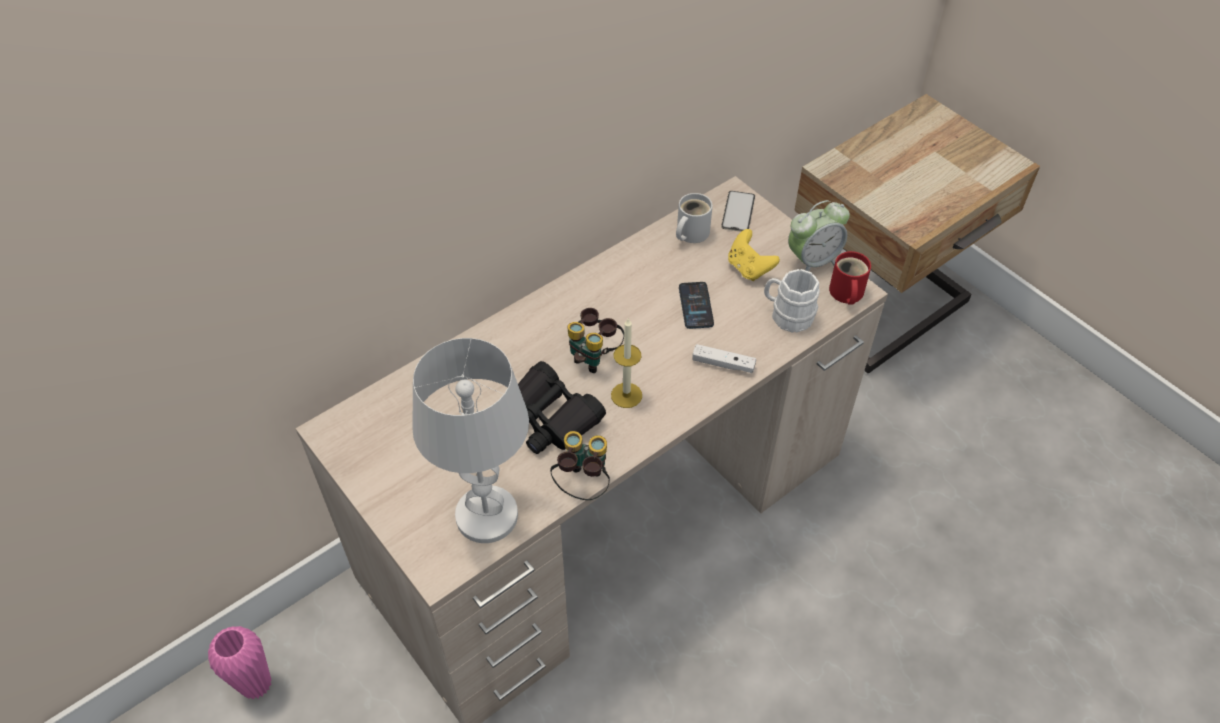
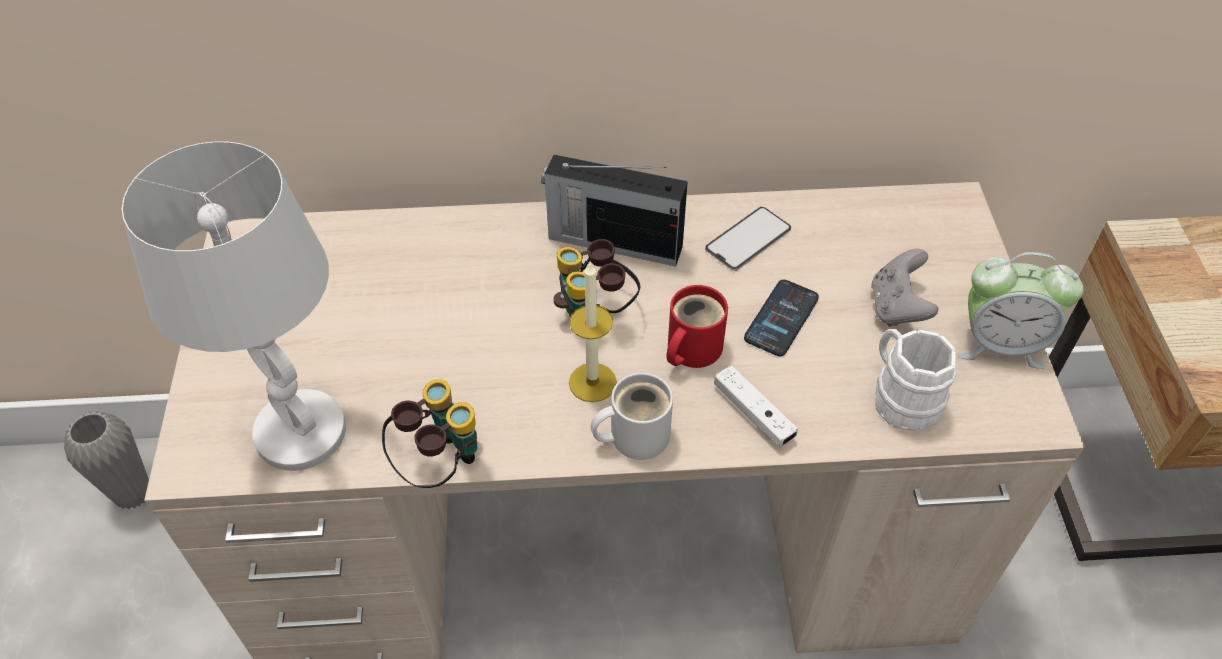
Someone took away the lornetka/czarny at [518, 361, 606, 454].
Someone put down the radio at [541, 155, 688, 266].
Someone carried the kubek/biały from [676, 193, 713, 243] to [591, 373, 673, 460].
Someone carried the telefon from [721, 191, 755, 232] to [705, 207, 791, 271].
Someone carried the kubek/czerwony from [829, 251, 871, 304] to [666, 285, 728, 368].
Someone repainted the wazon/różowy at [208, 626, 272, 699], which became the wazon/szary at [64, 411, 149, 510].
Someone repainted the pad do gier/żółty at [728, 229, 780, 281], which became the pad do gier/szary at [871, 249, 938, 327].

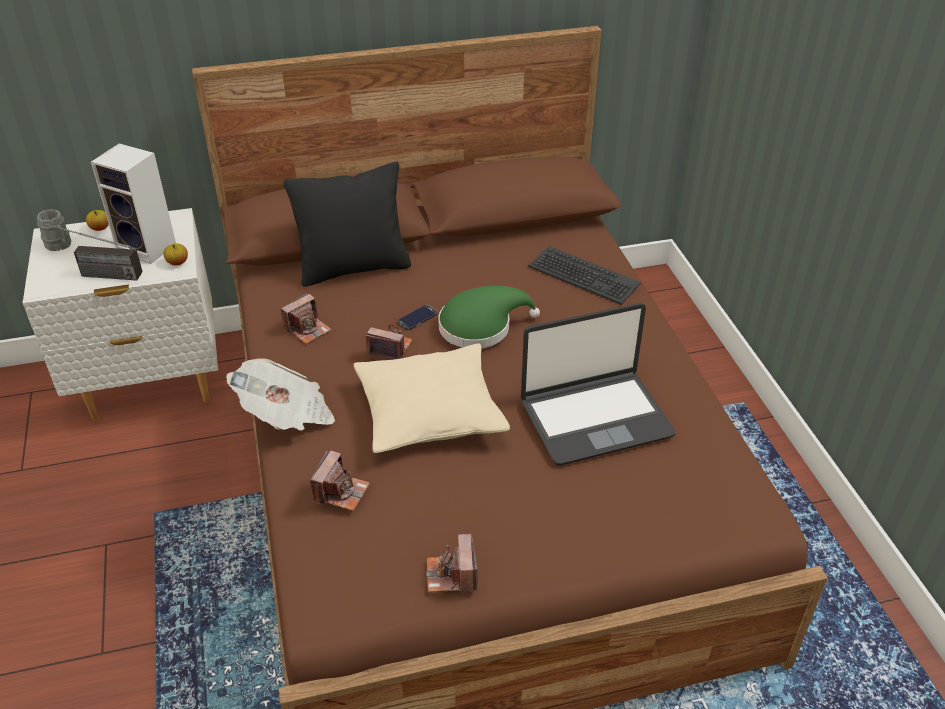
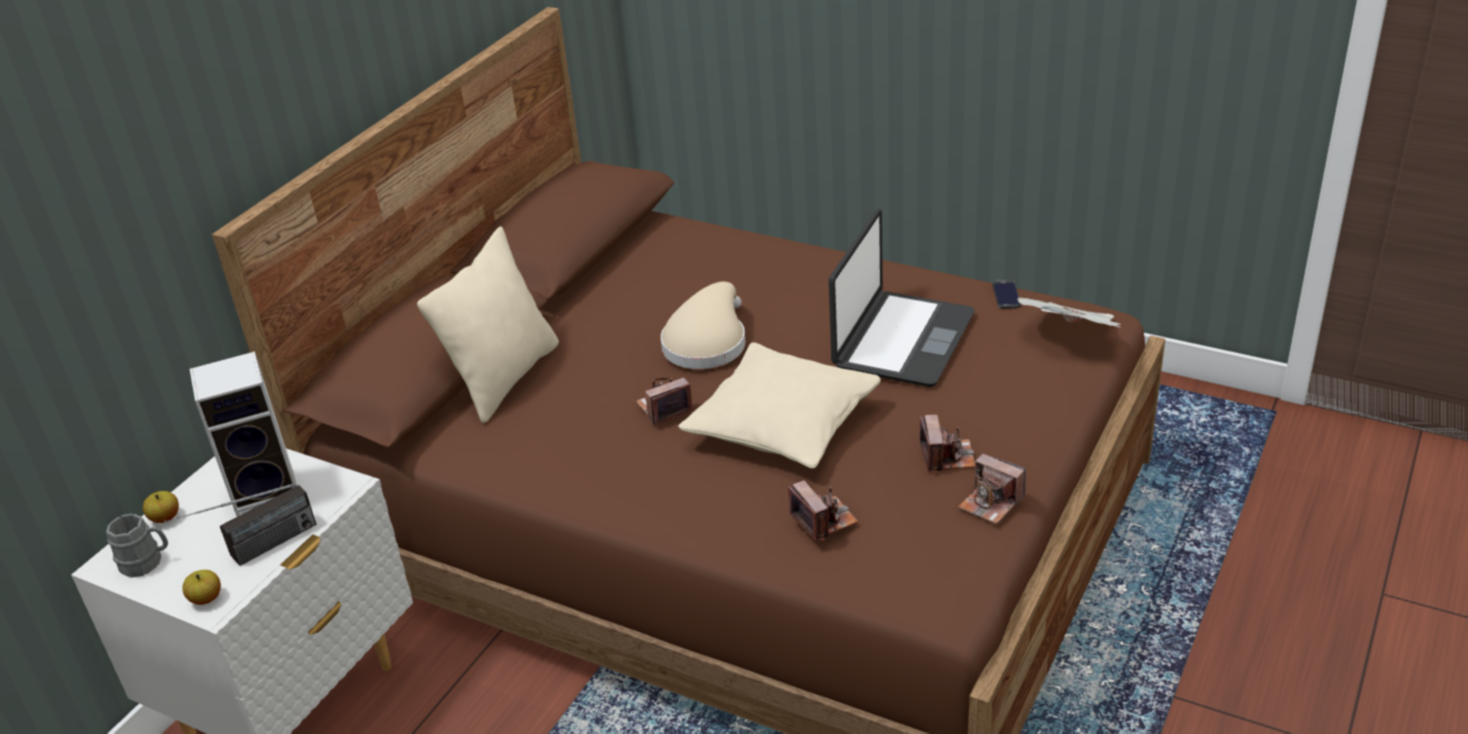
Someone took away the klawiatura at [528, 246, 641, 305].
Someone carried the jabłko from [164, 243, 188, 265] to [182, 570, 221, 605].
Someone carried the gazeta from [226, 358, 335, 430] to [1017, 298, 1121, 328].
Someone carried the aparat fotograficzny from [280, 293, 332, 344] to [919, 414, 975, 473].
Someone carried the telefon from [397, 305, 438, 330] to [992, 280, 1021, 309].
Someone repainted the poduszka/czarny at [284, 161, 411, 287], which became the poduszka/beżowy at [417, 226, 559, 423].
Someone repainted the kapelusz/zielony at [438, 286, 540, 348], which became the kapelusz/beżowy at [661, 282, 746, 369].

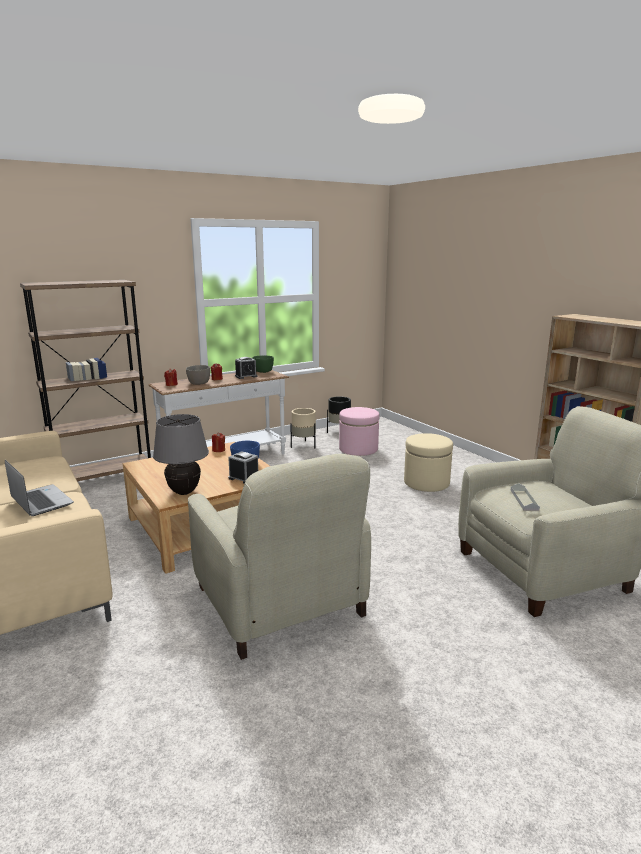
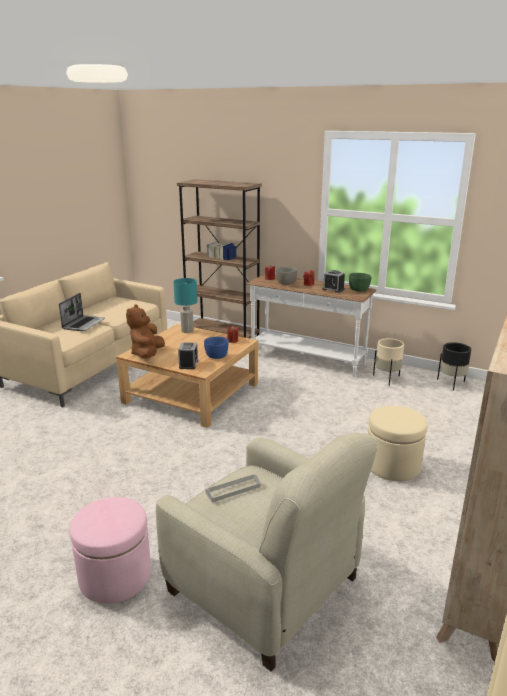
Someone took away the fotel/beżowy at [188, 454, 371, 660].
Someone put down the lampa stołowa/turkusowy at [173, 278, 198, 333].
Someone carried the pufa/różowy from [339, 407, 380, 456] to [69, 497, 151, 604].
Someone swapped the lampa stołowa/szary at [153, 414, 209, 495] for the pluszak/brązowy at [126, 304, 165, 359].

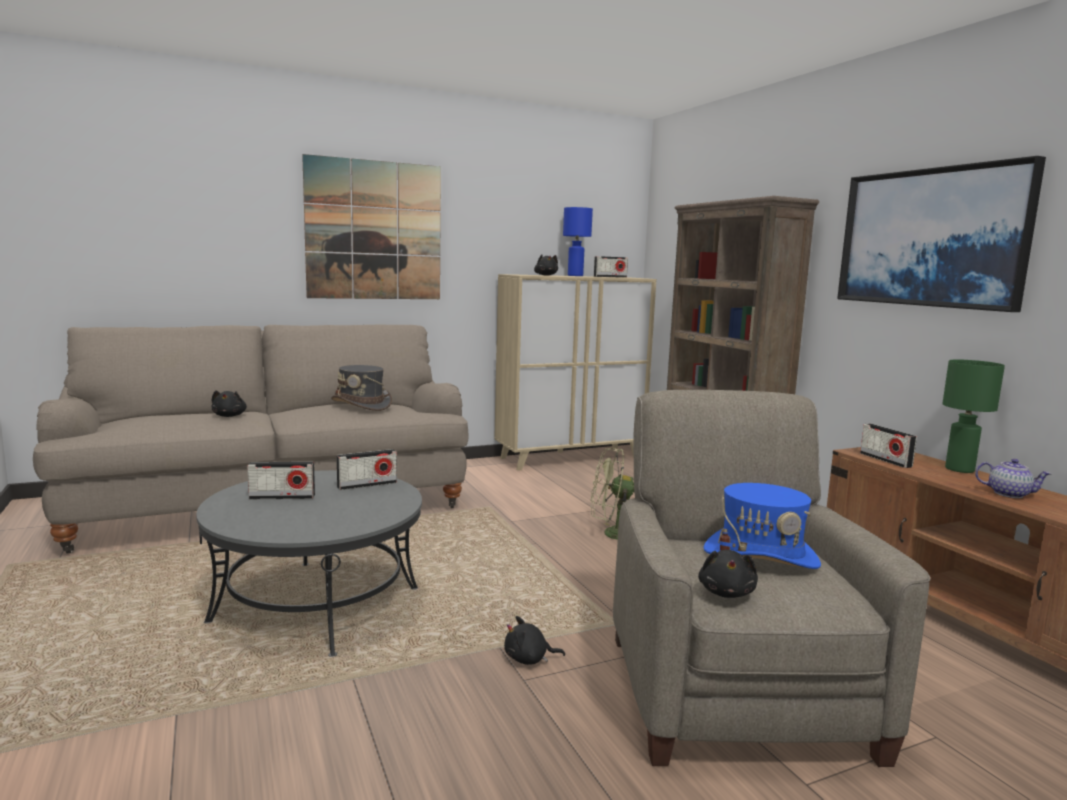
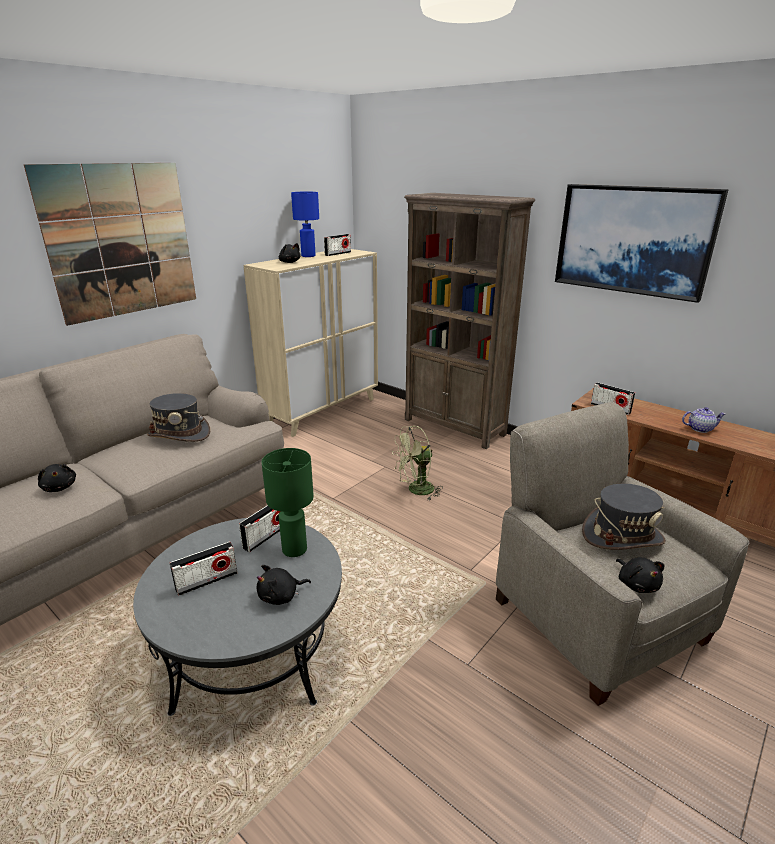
Someone carried the pluszak/czarny from [504, 616, 565, 665] to [257, 565, 311, 605].
Someone carried the lampa stołowa/zielony from [942, 360, 1005, 473] to [261, 448, 314, 557].
Someone repainted the kapelusz/niebieski at [703, 483, 821, 569], which became the kapelusz/szary at [582, 484, 666, 550].

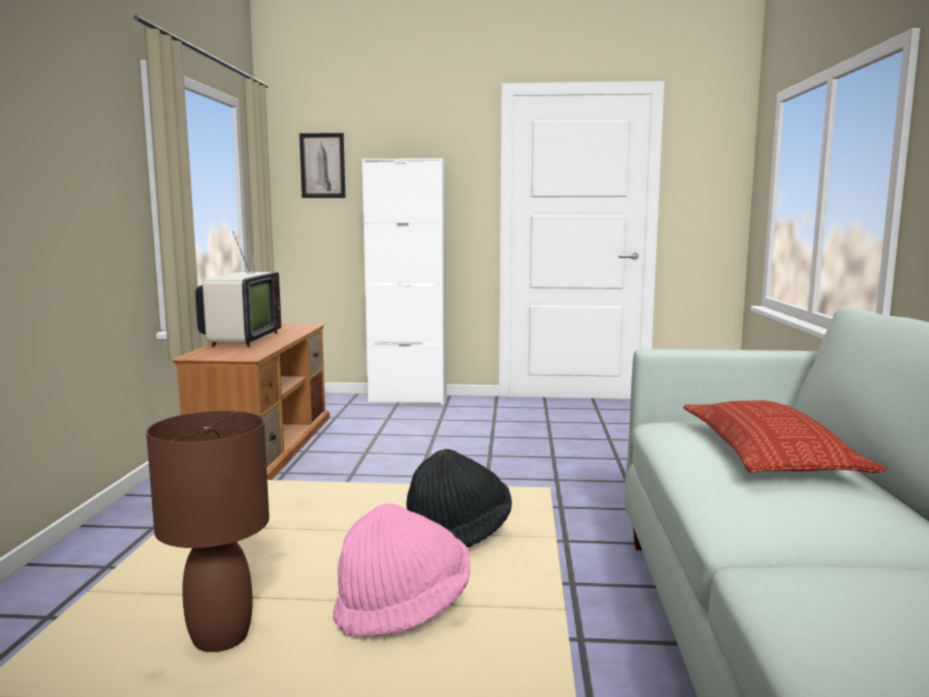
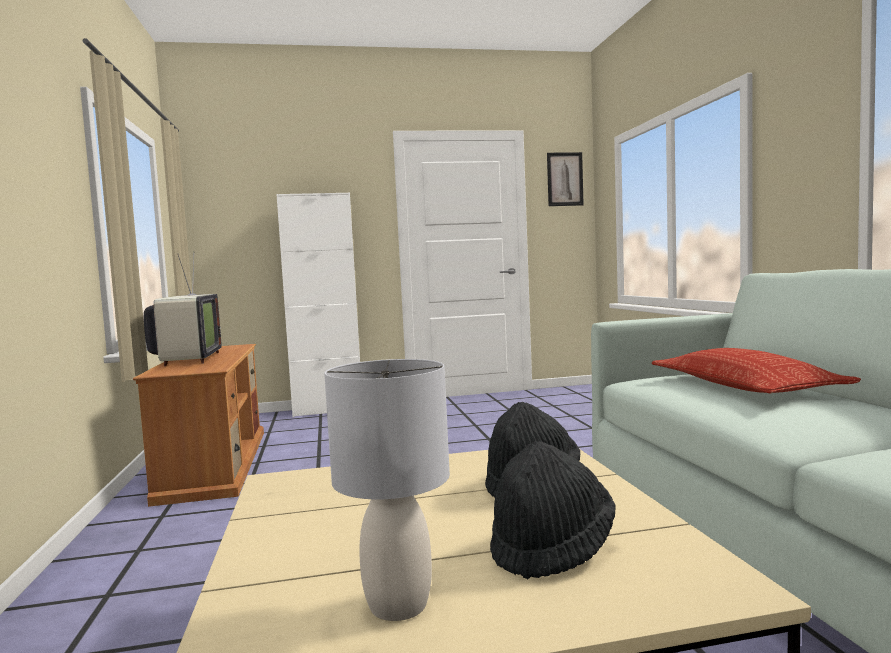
Someone carried the obraz from [299, 133, 345, 198] to [547, 152, 584, 206].
Someone repainted the lampa stołowa/brązowy at [146, 411, 269, 652], which became the lampa stołowa/szary at [324, 359, 450, 621].
Someone repainted the kapelusz/różowy at [333, 503, 470, 637], which became the kapelusz/czarny at [490, 441, 616, 579].

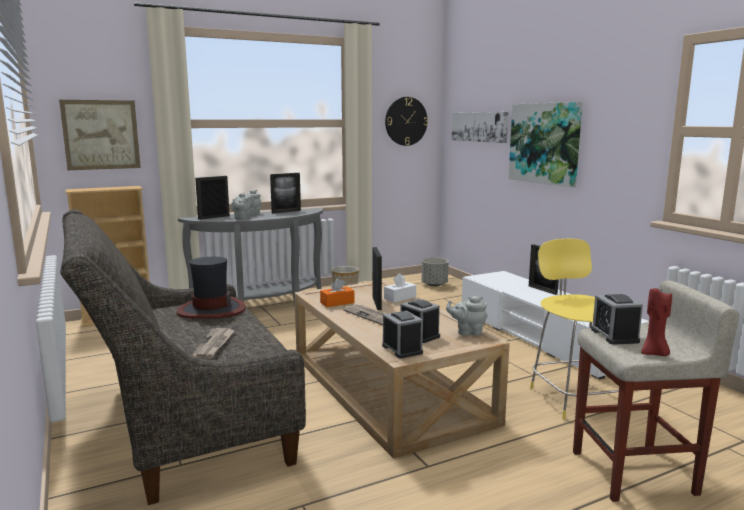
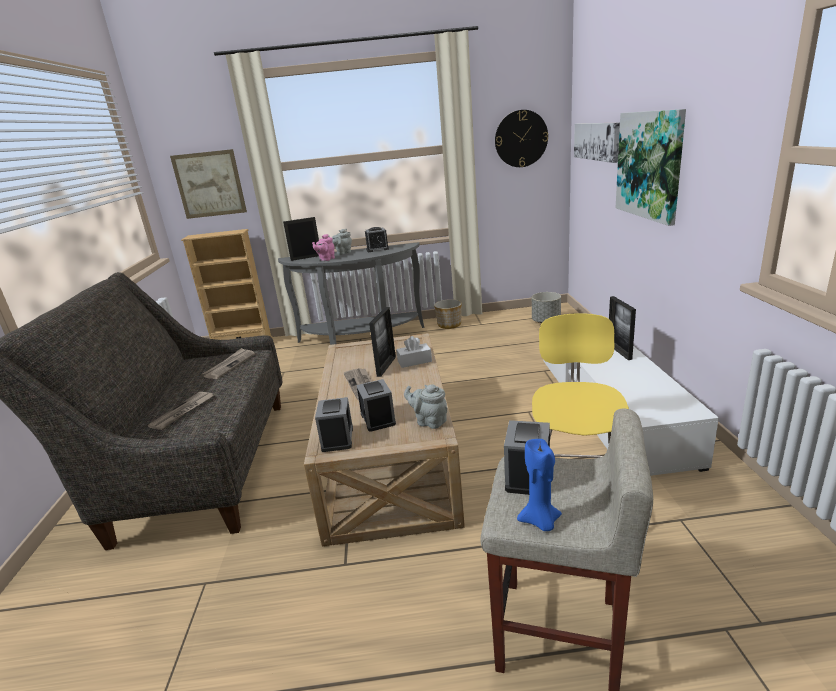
Someone took away the pudełko chusteczek/pomarańczowy at [320, 278, 354, 307].
Someone swapped the kapelusz at [176, 257, 246, 319] for the gazeta at [203, 348, 255, 379].
Someone swapped the ramka na zdjęcie at [270, 173, 301, 214] for the budzik at [365, 227, 389, 252].
Someone repainted the imbryk/szary at [231, 193, 250, 220], which became the imbryk/różowy at [312, 234, 335, 261].
Someone repainted the świeca/czerwony at [641, 288, 672, 356], which became the świeca/niebieski at [517, 439, 562, 531].

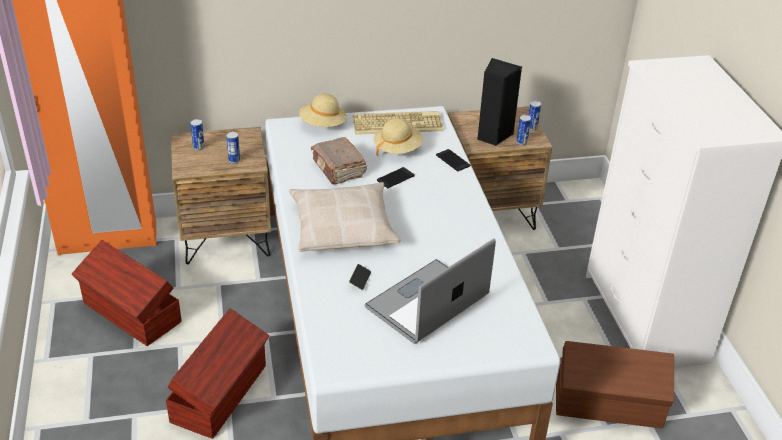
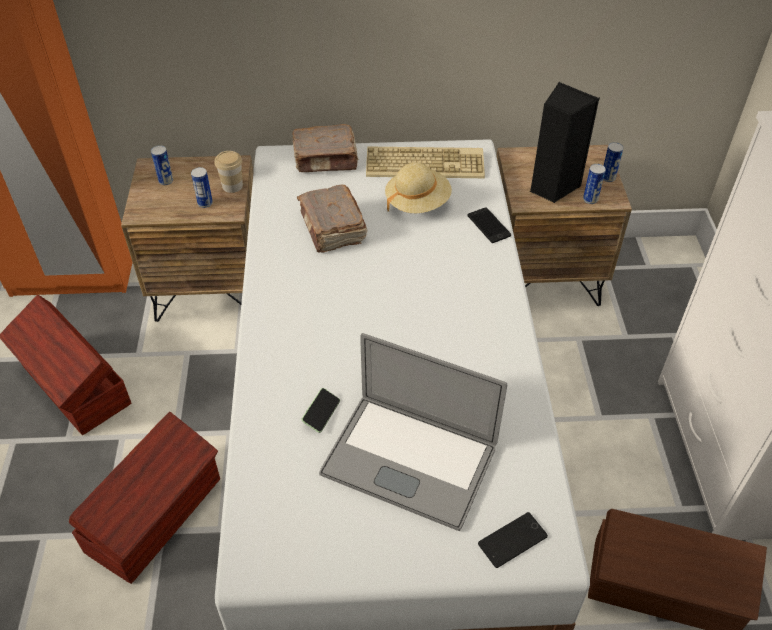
Someone took away the poduszka/beżowy at [289, 182, 400, 252].
Someone put down the filiżanka at [214, 151, 243, 193].
Someone carried the telefon from [377, 167, 415, 188] to [478, 512, 548, 568].
Someone swapped the kapelusz/beżowy at [299, 94, 346, 127] for the książka/brązowy at [293, 124, 358, 172].
Someone rotated the laptop at [365, 238, 496, 344] by 120 degrees counterclockwise.

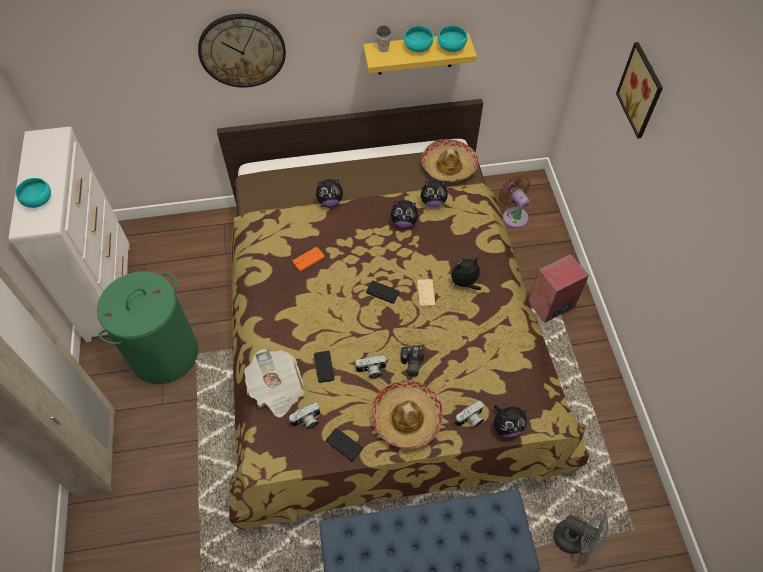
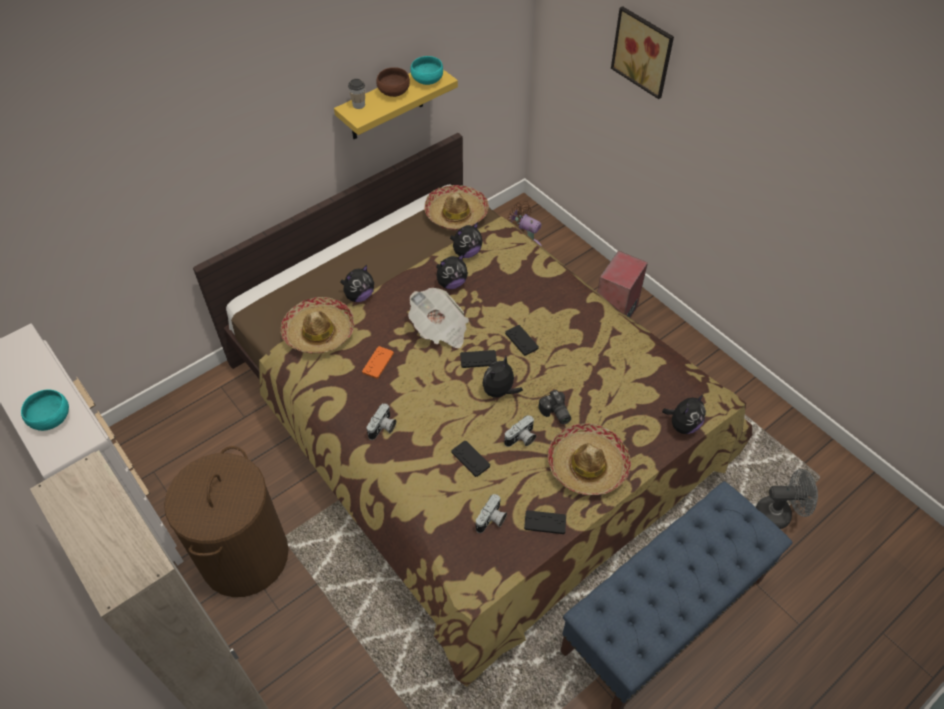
Someone took away the zegar ścienny at [198, 14, 286, 88].
Someone put down the kapelusz at [281, 297, 354, 354].
Someone carried the gazeta from [244, 349, 305, 417] to [408, 288, 469, 348].
Someone carried the pluszak from [451, 257, 481, 290] to [482, 356, 523, 401].
Someone carried the aparat fotograficzny from [455, 401, 484, 428] to [367, 403, 396, 440].
Someone repainted the kosz na pranie/zielony at [97, 271, 198, 384], which became the kosz na pranie/brązowy at [164, 446, 288, 597].
Someone repainted the miska/turkusowy at [404, 26, 433, 52], which became the miska/brązowy at [376, 67, 410, 97].
Someone repainted the pad do gier/beżowy at [417, 279, 435, 307], which became the pad do gier/czarny at [505, 325, 539, 356].

